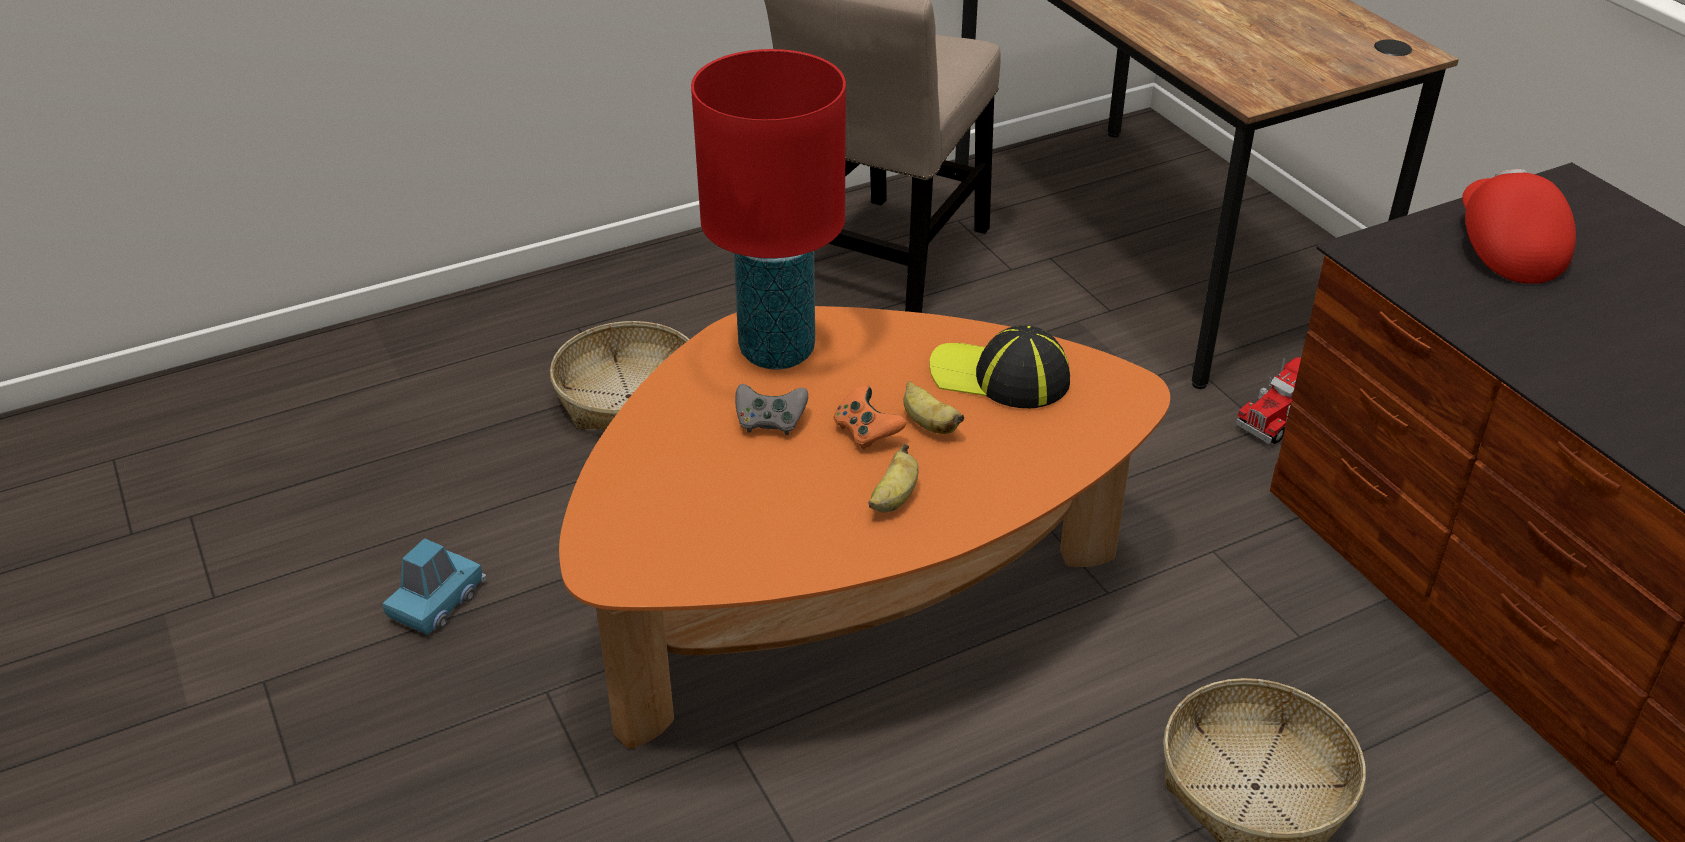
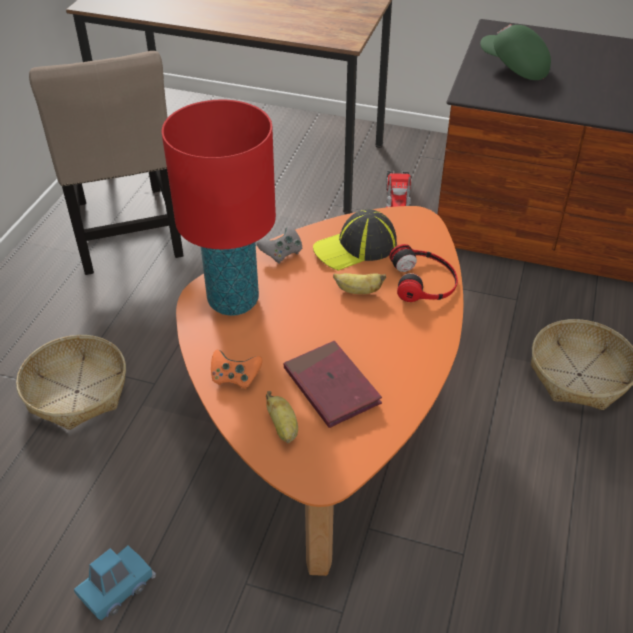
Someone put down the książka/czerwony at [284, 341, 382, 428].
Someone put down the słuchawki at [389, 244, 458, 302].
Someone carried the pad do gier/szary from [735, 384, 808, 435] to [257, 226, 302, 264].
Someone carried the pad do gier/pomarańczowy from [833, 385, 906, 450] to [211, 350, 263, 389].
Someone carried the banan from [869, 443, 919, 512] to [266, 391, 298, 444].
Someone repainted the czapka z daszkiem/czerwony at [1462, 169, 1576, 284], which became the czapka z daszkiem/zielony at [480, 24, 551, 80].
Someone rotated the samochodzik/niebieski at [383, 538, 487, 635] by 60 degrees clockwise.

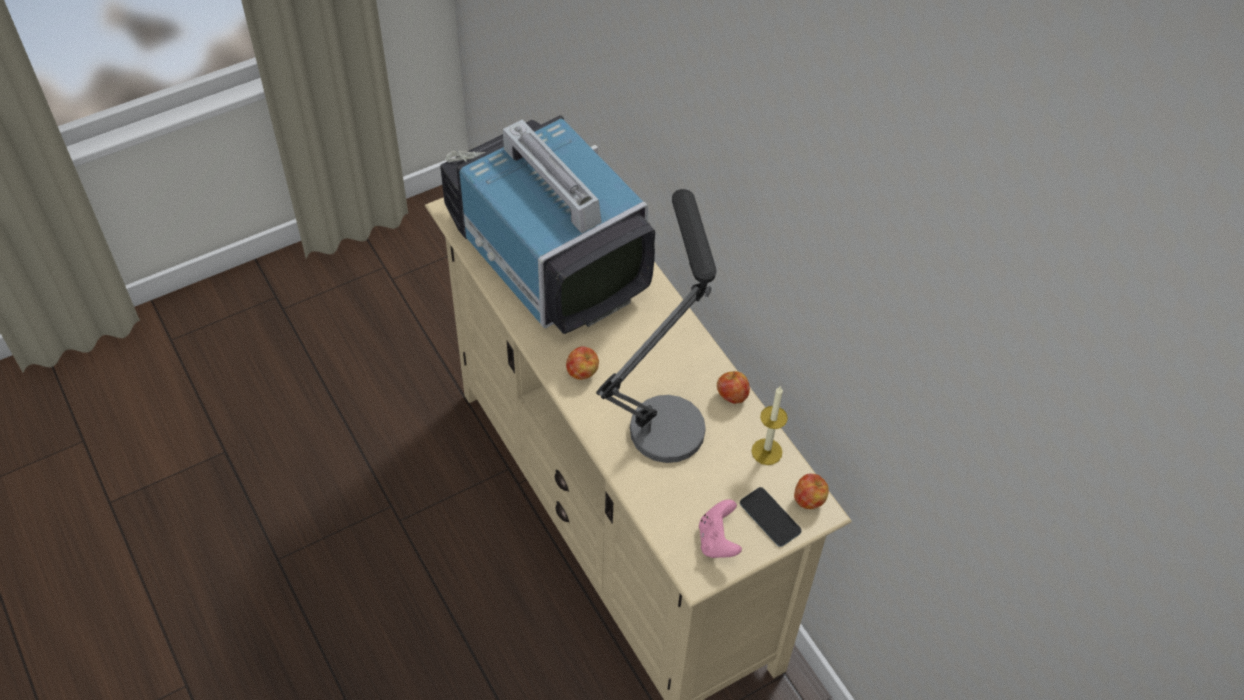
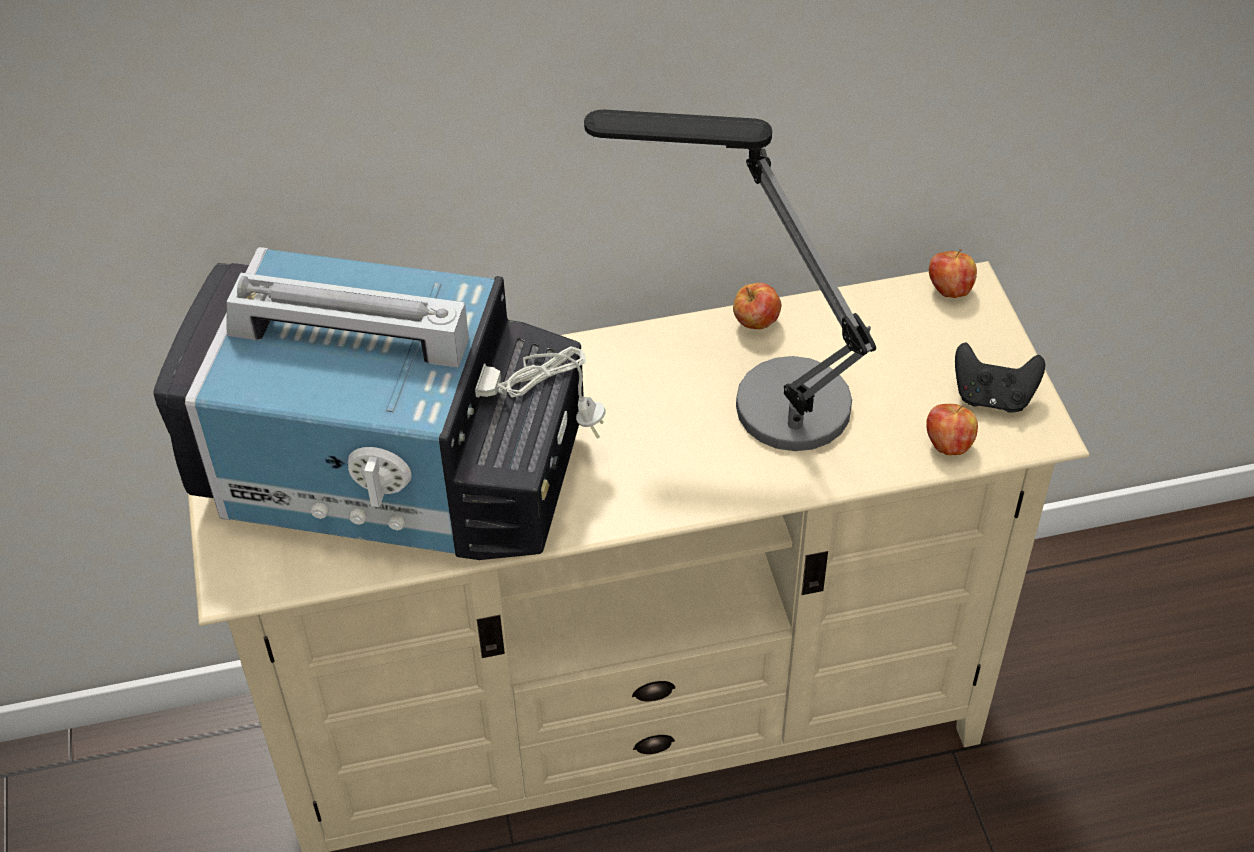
Someone took away the telefon at [740, 487, 802, 547].
Someone took away the świeca at [751, 387, 788, 465].
Someone carried the jabłko from [566, 346, 599, 380] to [926, 404, 978, 455].
Someone repainted the pad do gier/różowy at [699, 499, 742, 558], which became the pad do gier/czarny at [955, 343, 1045, 413].
Someone rotated the telewizor at [440, 115, 655, 334] by 150 degrees counterclockwise.

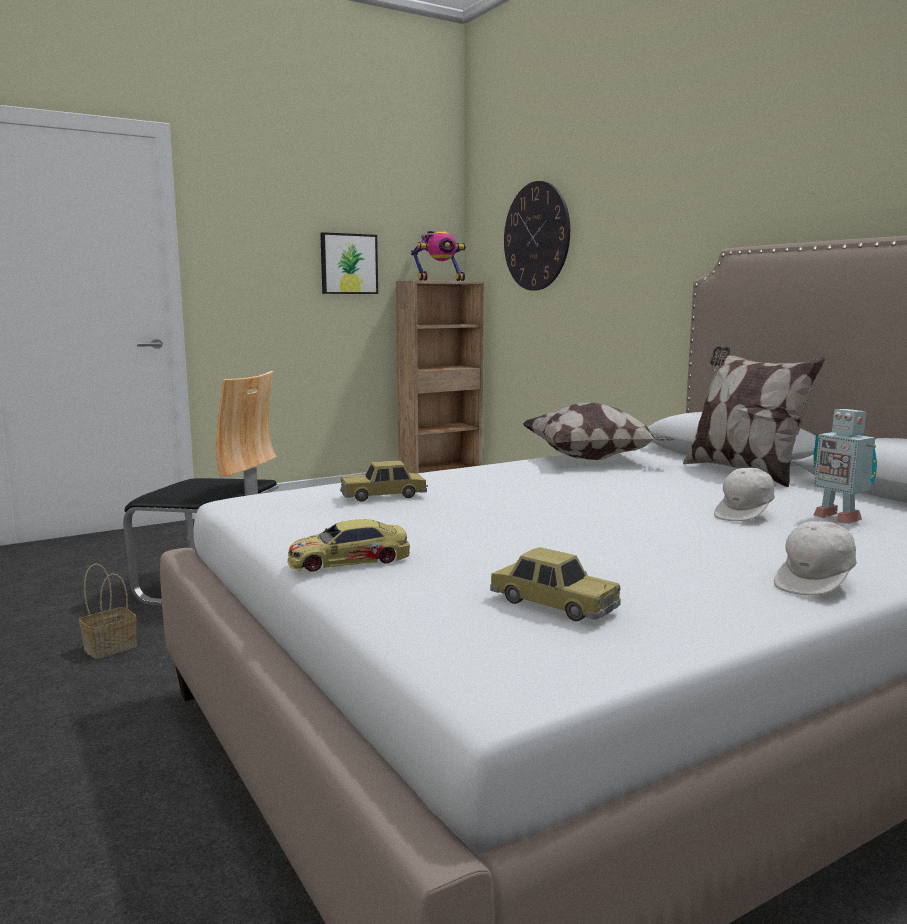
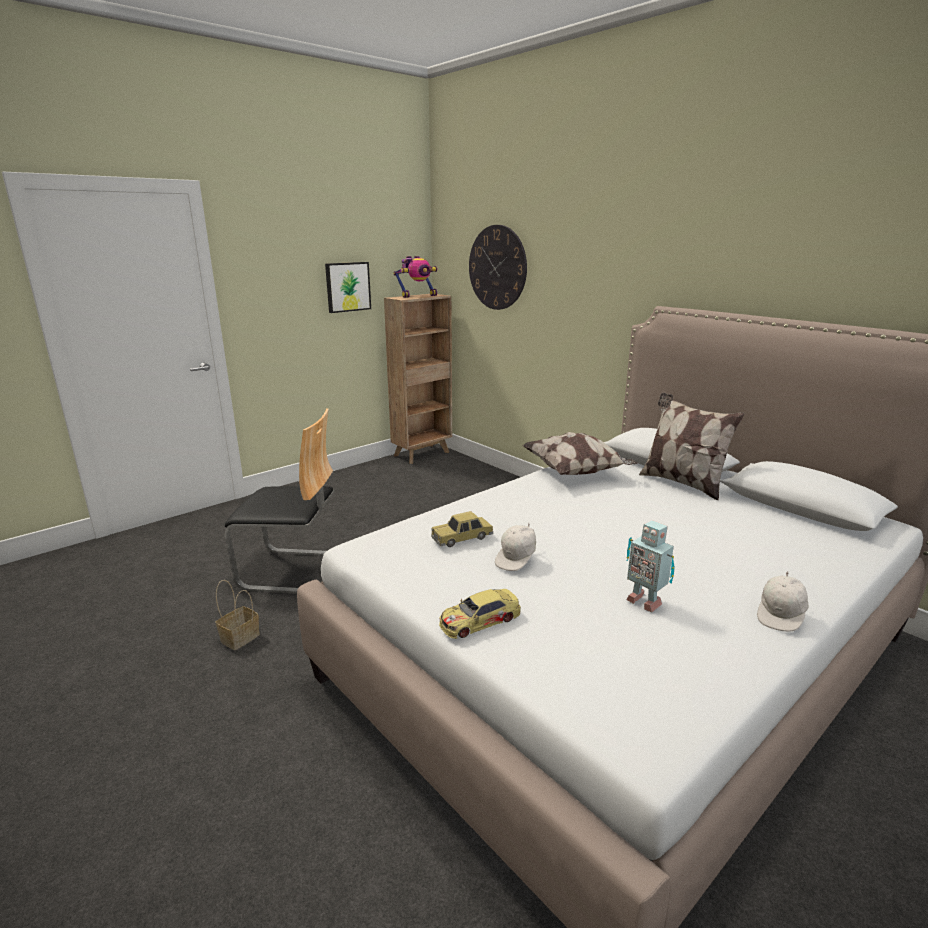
Someone took away the samochodzik at [490, 547, 621, 621].
Someone carried the czapka z daszkiem/biały from [714, 468, 775, 521] to [495, 524, 536, 571].
Someone carried the robot zabawkowy from [813, 409, 877, 524] to [626, 520, 675, 612].

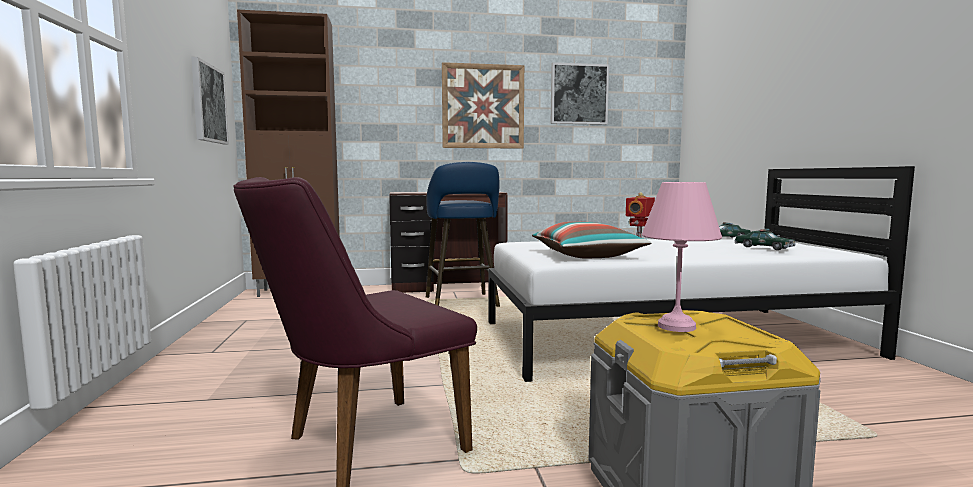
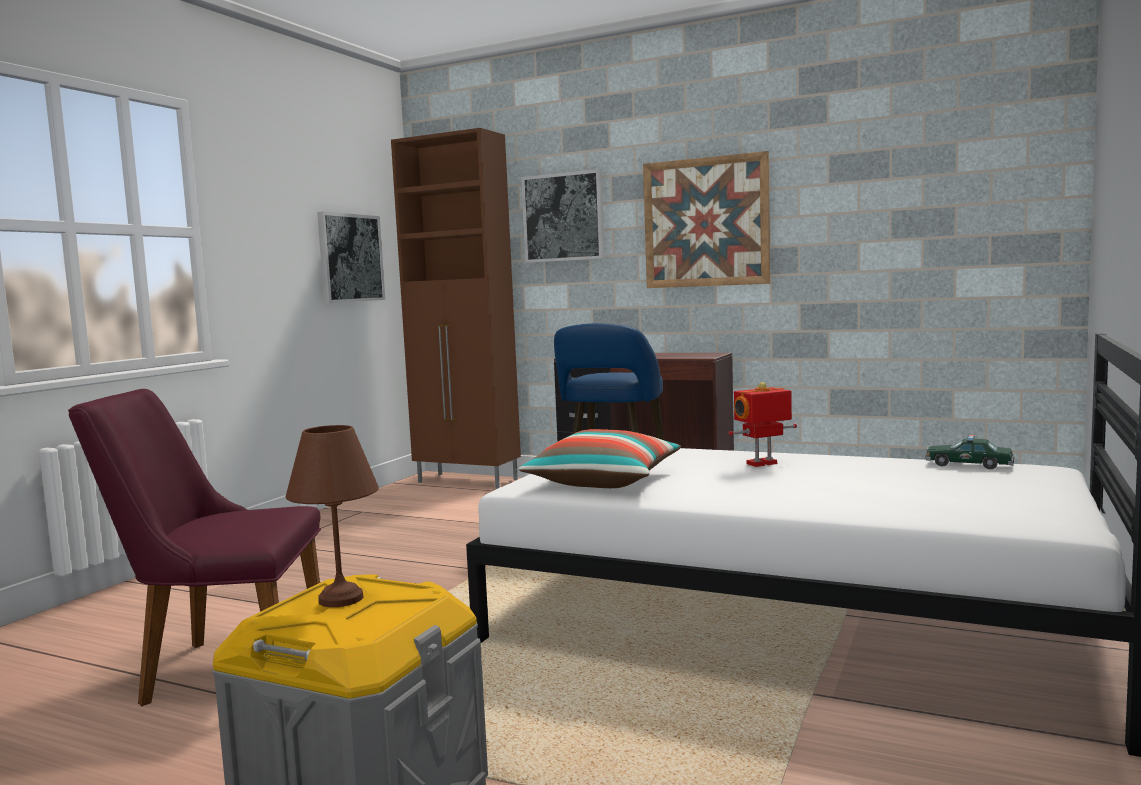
Someone took away the samochodzik at [734, 229, 795, 250].
Someone carried the obraz from [551, 62, 609, 125] to [521, 169, 605, 263].
Someone repainted the lampa stołowa/różowy at [642, 182, 722, 332], which became the lampa stołowa/brązowy at [286, 425, 379, 607].

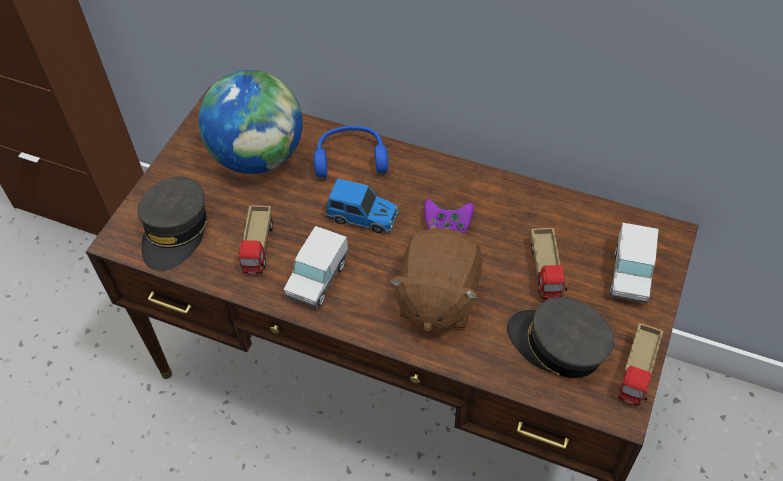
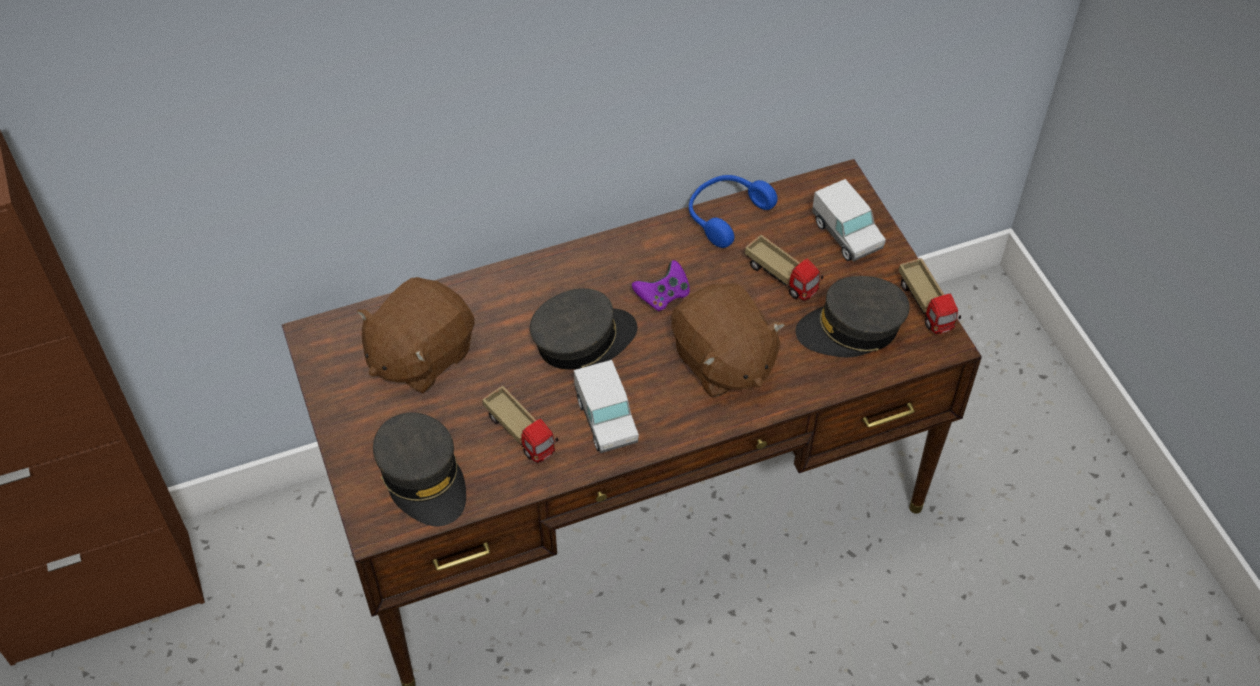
Someone carried the słuchawki/niebieski from [314, 126, 388, 178] to [689, 175, 778, 248].
Someone swapped the globus at [199, 70, 303, 174] for the pluszak/brązowy at [357, 277, 475, 393].
Someone swapped the samochodzik at [325, 178, 399, 233] for the czapka z daszkiem/szary at [530, 288, 638, 370].

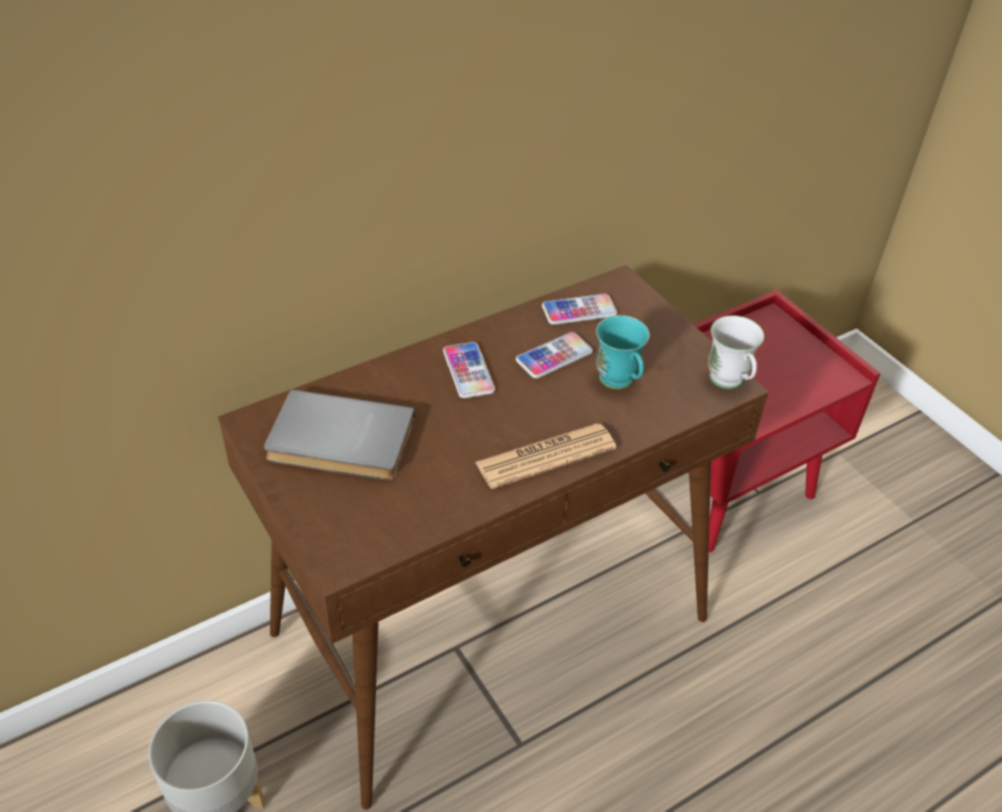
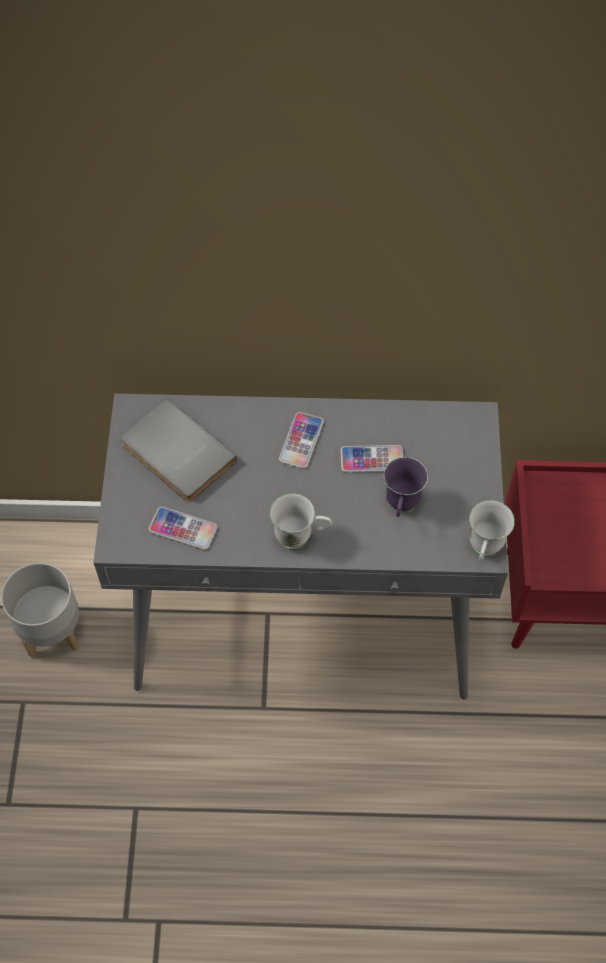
Someone carried the telefon from [542, 294, 617, 325] to [149, 507, 217, 550].
Someone swapped the gazeta at [475, 423, 616, 489] for the kubek/biały at [270, 493, 332, 550].
Someone repainted the stolik konsolowy/brązowy at [218, 265, 769, 810], which became the stolik konsolowy/szary at [93, 394, 508, 699].
Someone repainted the kubek/turkusowy at [596, 315, 650, 389], which became the kubek/fioletowy at [384, 457, 428, 517].

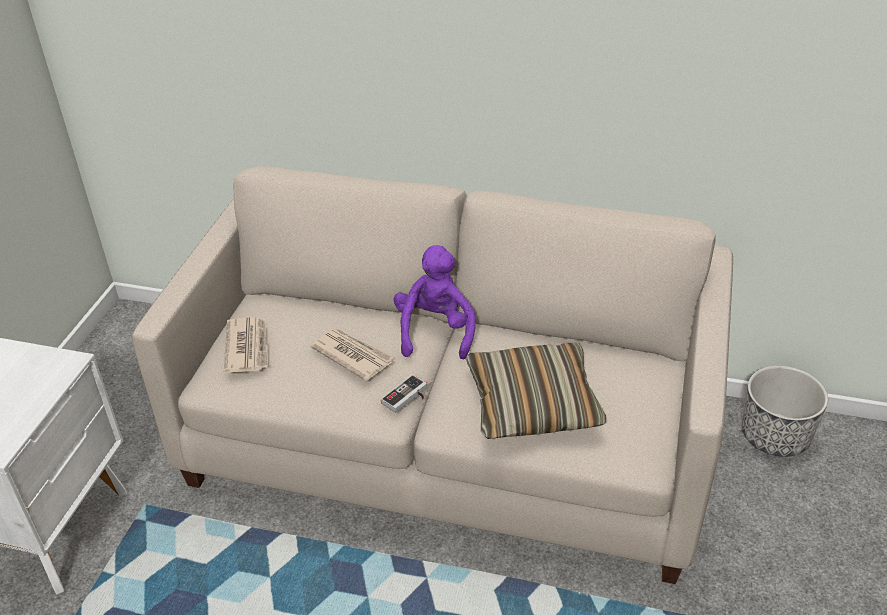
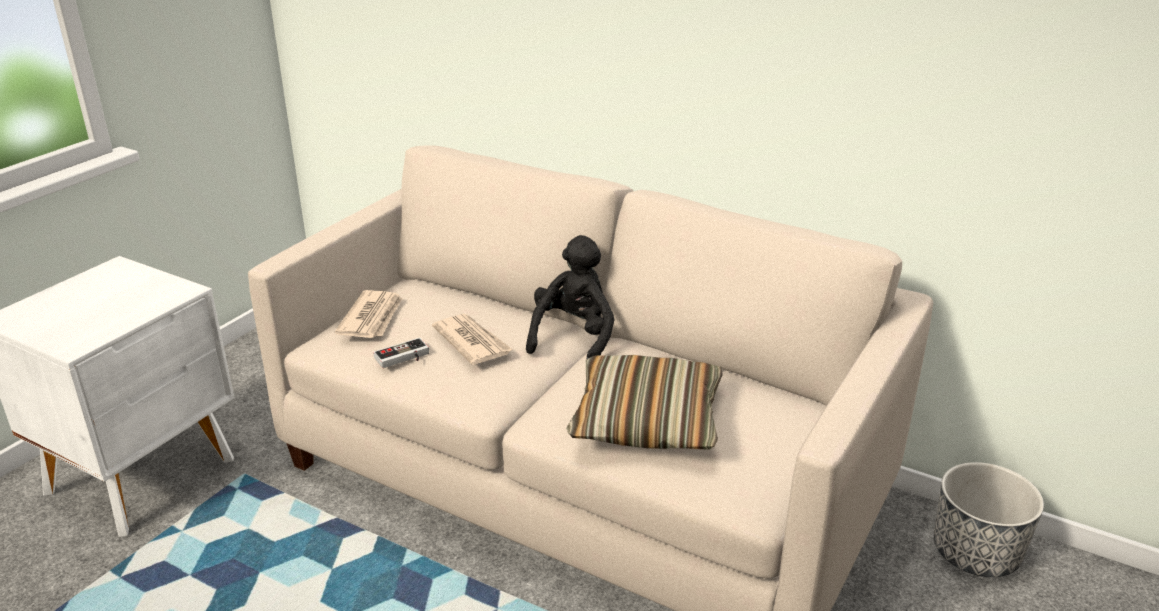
Someone carried the pad do gier from [381, 374, 427, 413] to [373, 338, 429, 368].
Someone repainted the pluszak/fioletowy at [394, 245, 476, 359], which became the pluszak/czarny at [526, 235, 615, 360].

